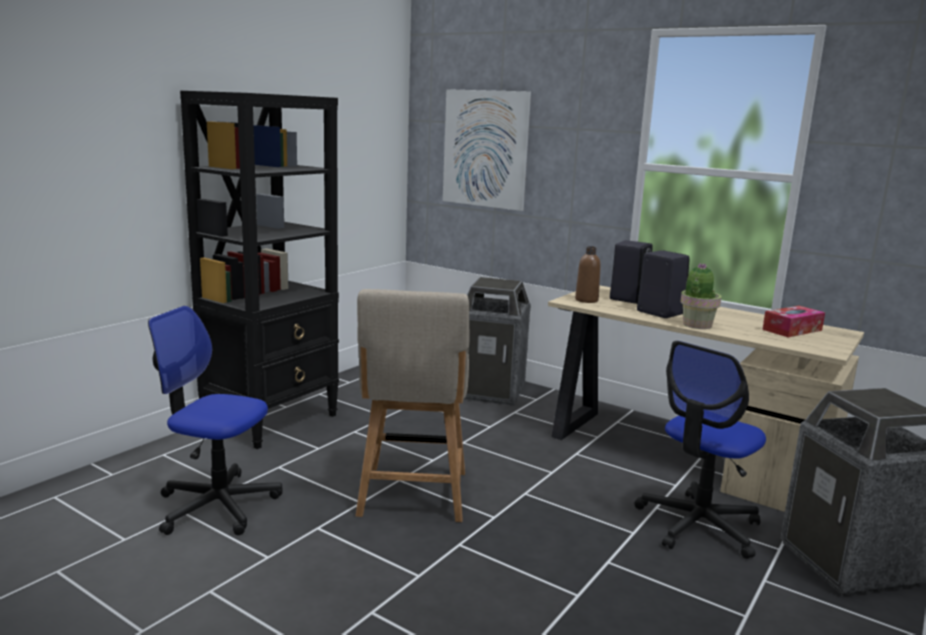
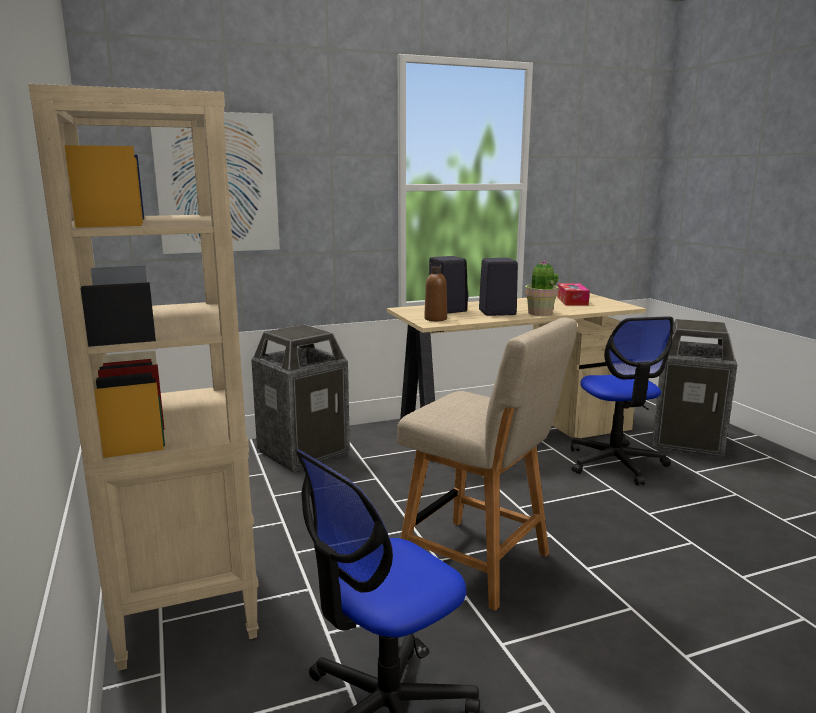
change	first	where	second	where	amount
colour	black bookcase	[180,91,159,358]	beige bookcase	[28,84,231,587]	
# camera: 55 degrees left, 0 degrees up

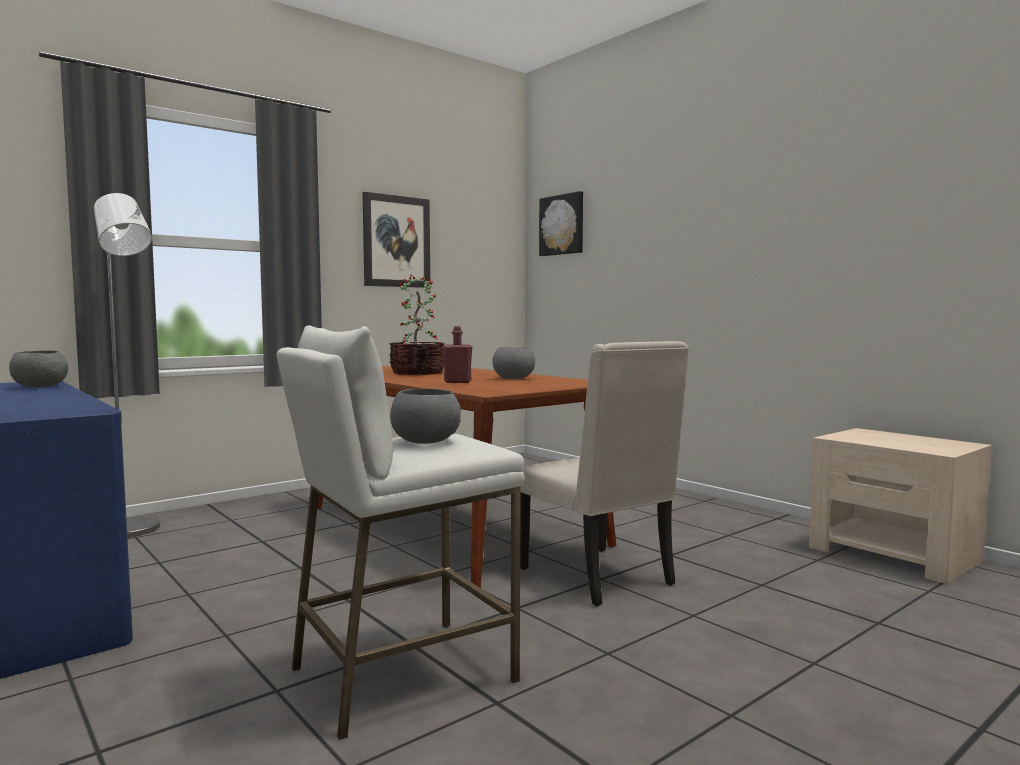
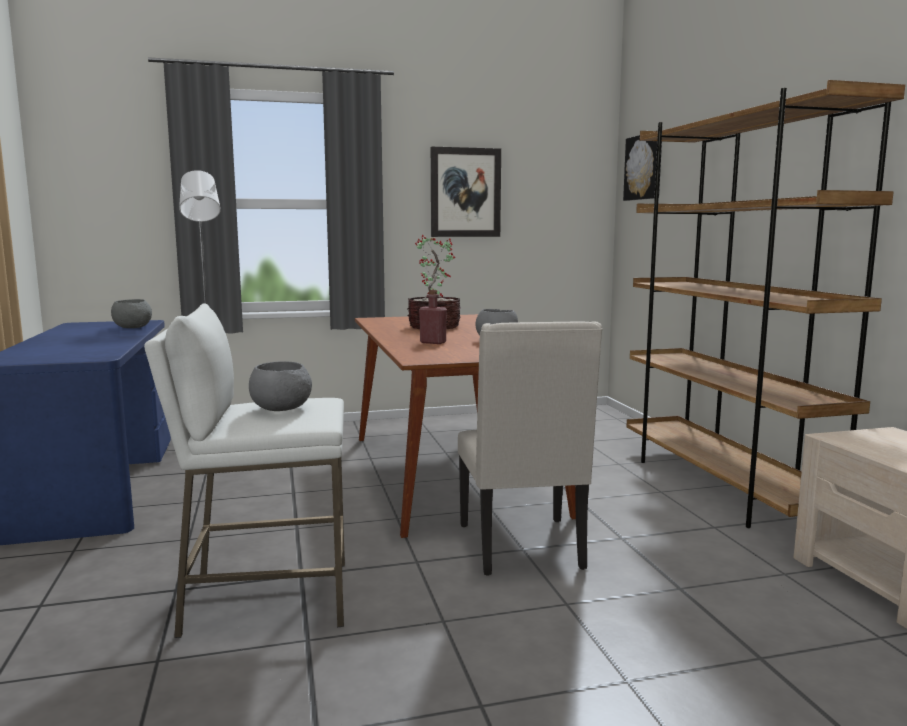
change	first	where	second	where	amount
appeared			brown bookcase	[626,80,279,448]	
# camera: 25 degrees right, 5 degrees up

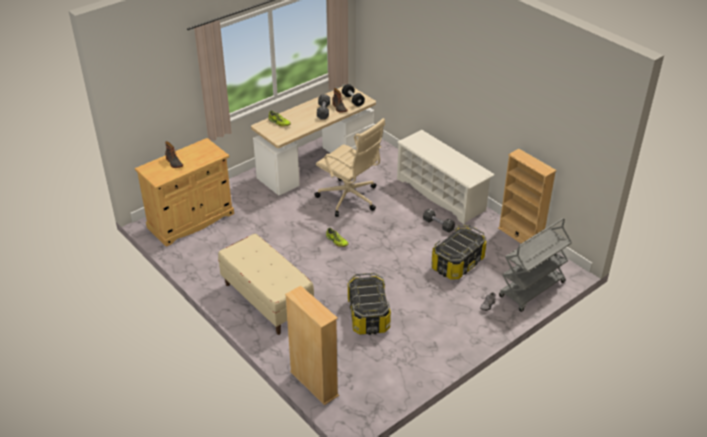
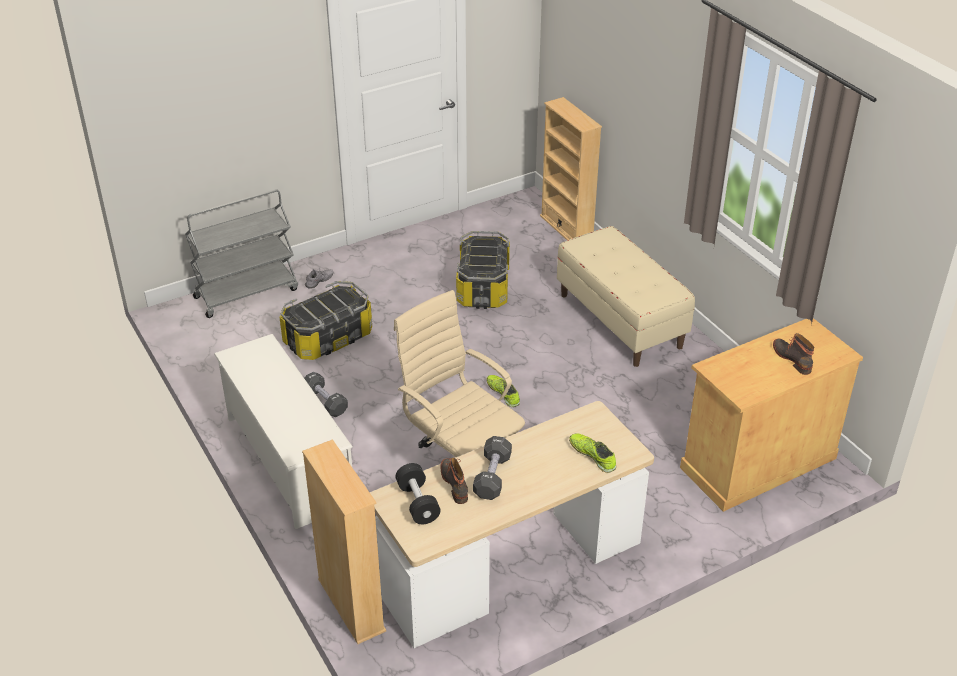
change	first	where	second	where	amount
relocated	beige bookcase	[498,149,59,94]		[302,439,84,205]	
# camera: 170 degrees left, 0 degrees up

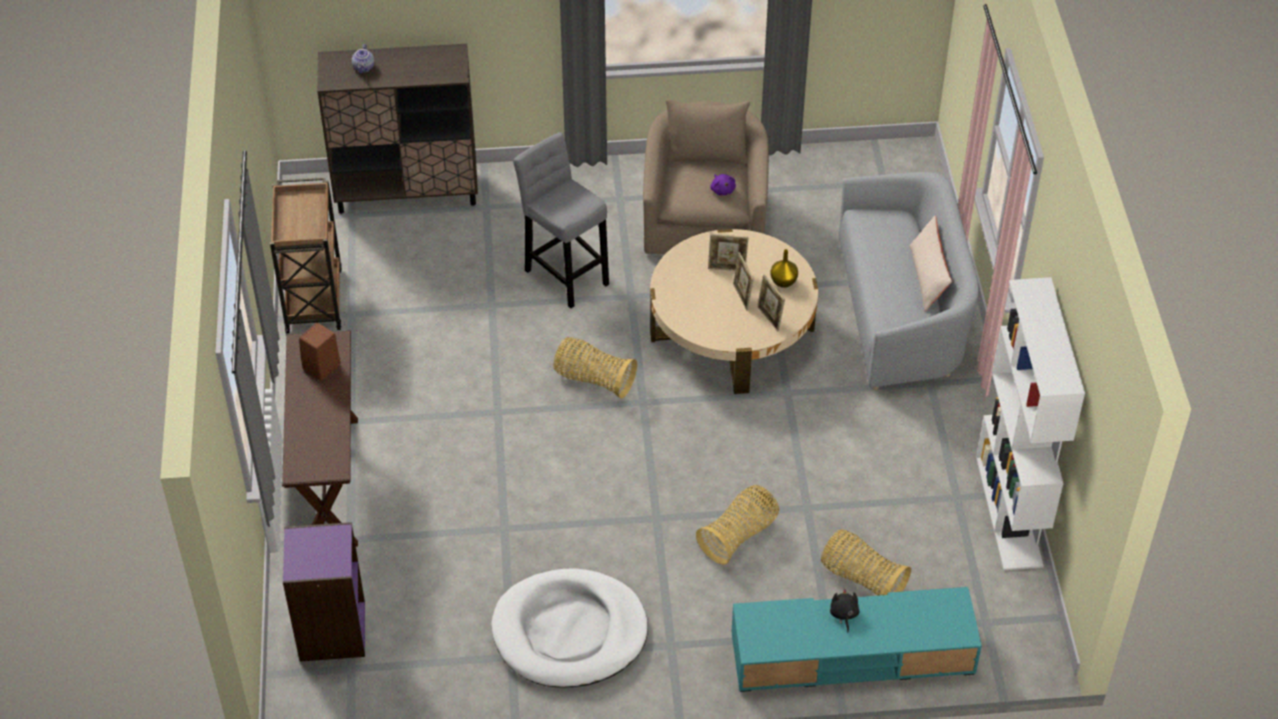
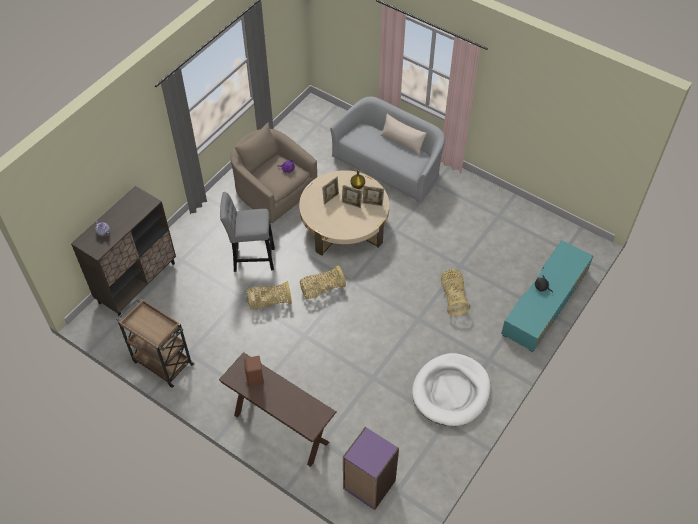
change	first	where	second	where	amount
missing	white bookcase	[976,277,109,293]			
relocated	basket	[821,529,90,67]		[247,281,45,29]	
# camera: 50 degrees left, 5 degrees up

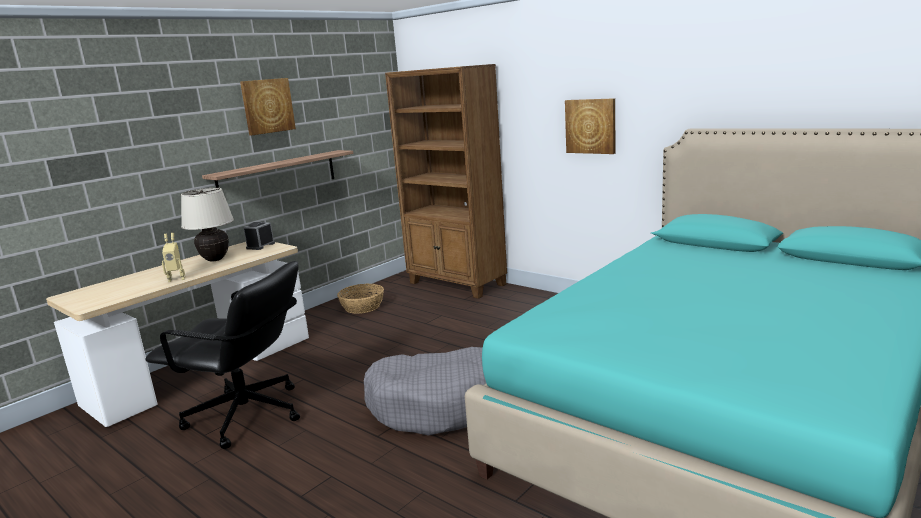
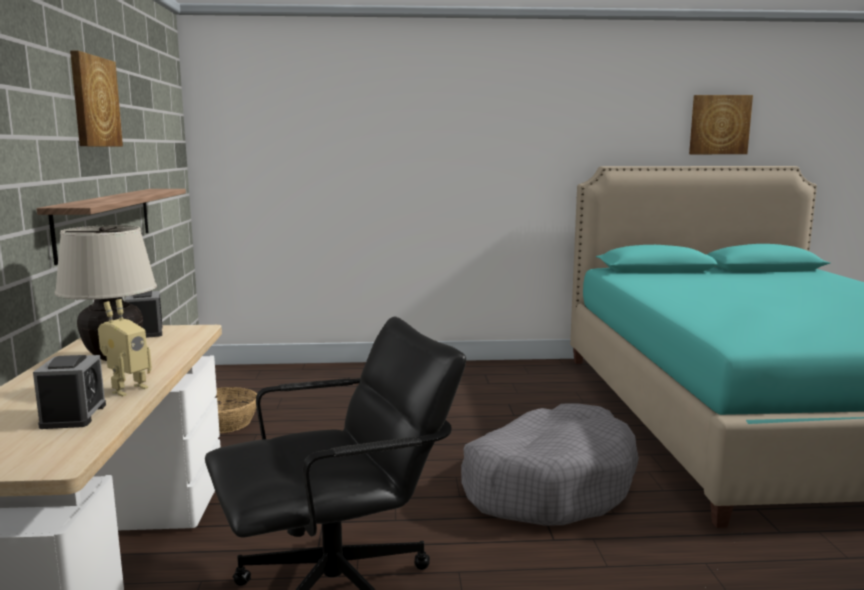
change	first	where	second	where	amount
missing	brown bookcase	[385,64,122,235]			
relocated	picture	[565,98,51,56]		[689,95,64,59]	
appeared			alarm clock	[33,355,73,74]	
# camera: 45 degrees left, 5 degrees down

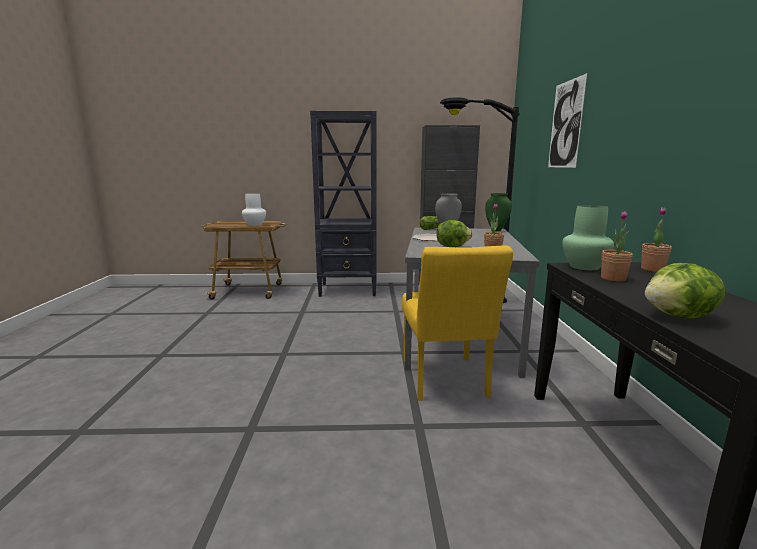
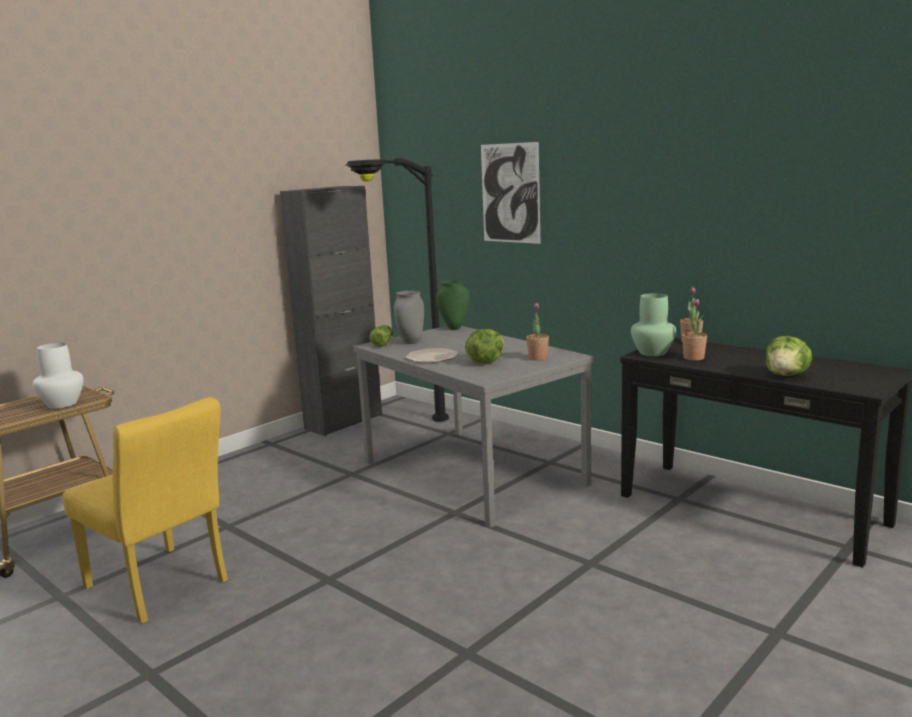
change	first	where	second	where	amount
missing	black bookcase	[310,111,67,186]			
relocated	yellow chair	[402,245,111,156]		[63,397,165,226]	
# camera: 45 degrees left, 0 degrees up

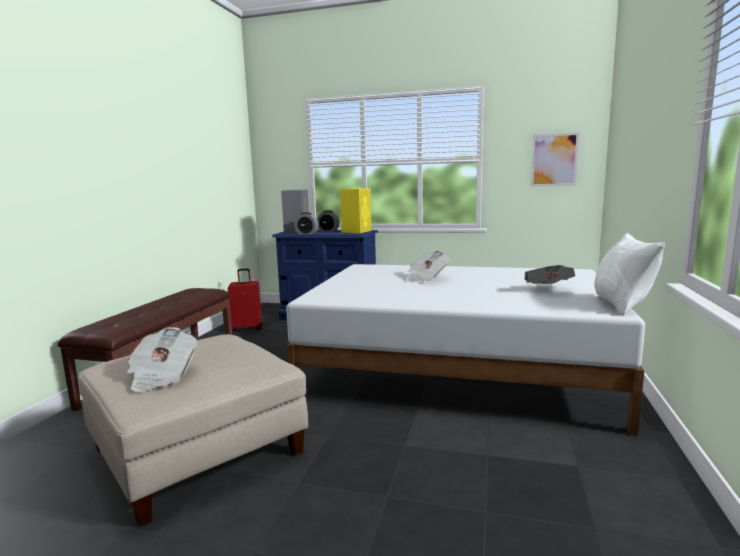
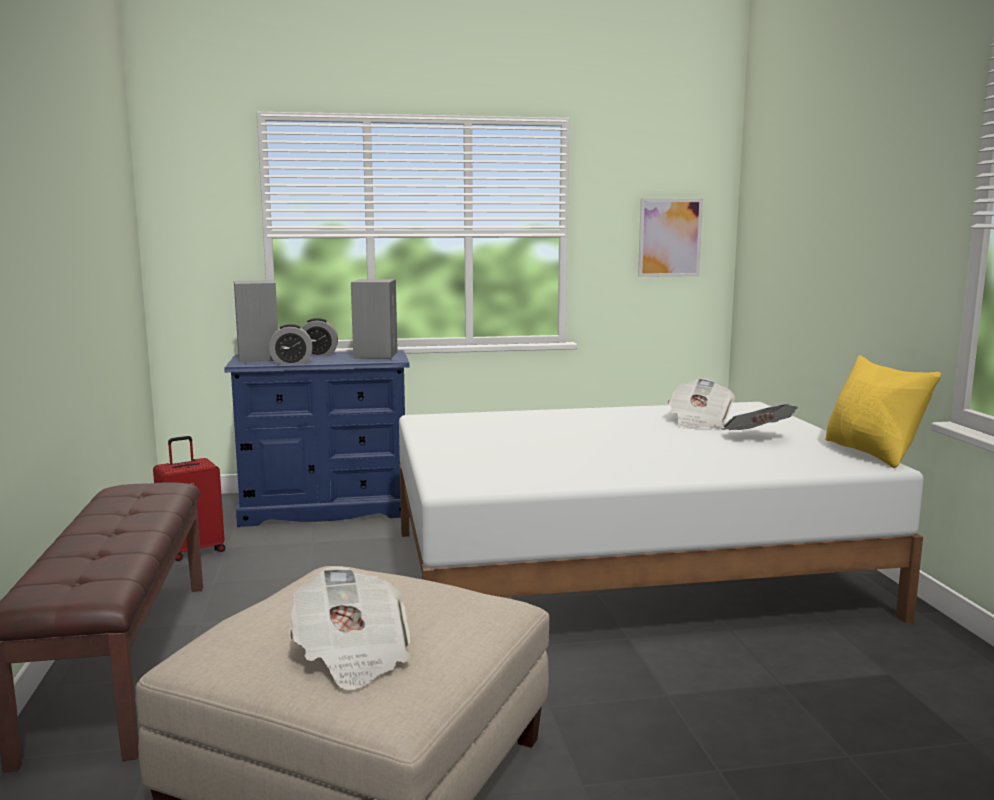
change	first	where	second	where	amount
colour	yellow speaker	[340,188,31,45]	grey speaker	[351,279,47,80]	
colour	white pillow	[594,232,71,83]	yellow pillow	[825,355,116,113]	
relocated	newspaper	[405,251,45,31]		[668,378,67,51]	
# camera: 25 degrees left, 0 degrees up

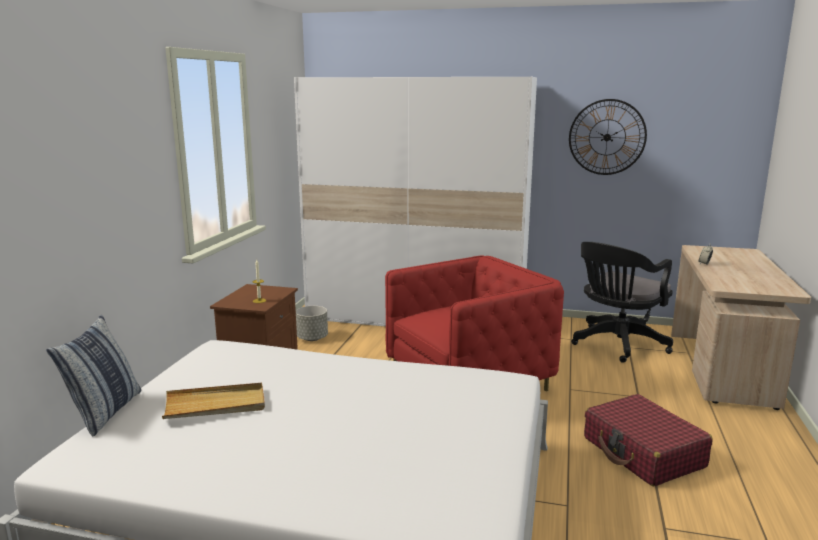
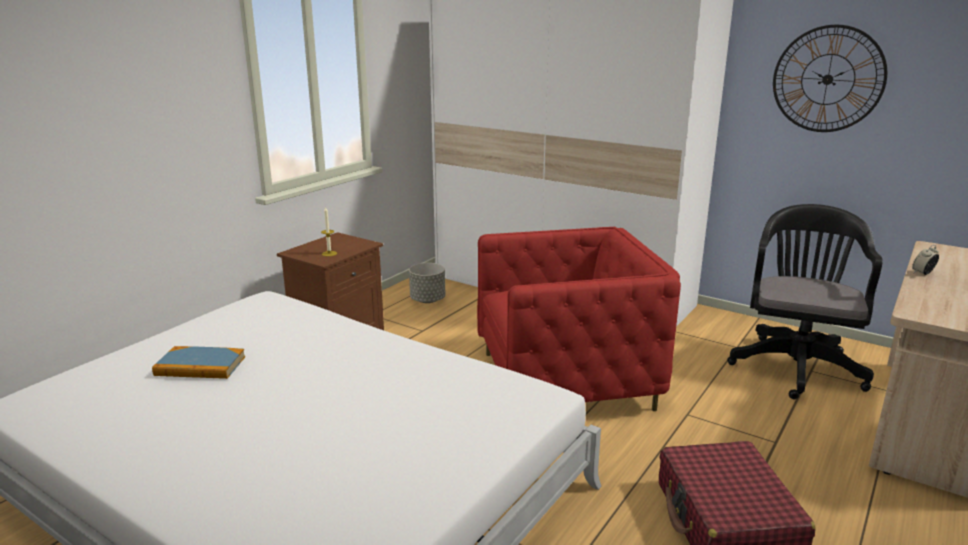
change	first	where	second	where	amount
spun	black office chair	[571,242,102,121]		[727,204,156,195]	135 degrees clockwise
missing	pillow	[46,315,95,121]			
exchanged	beige tray	[162,383,103,36]	book	[152,346,93,33]	
# camera: 20 degrees right, 5 degrees up

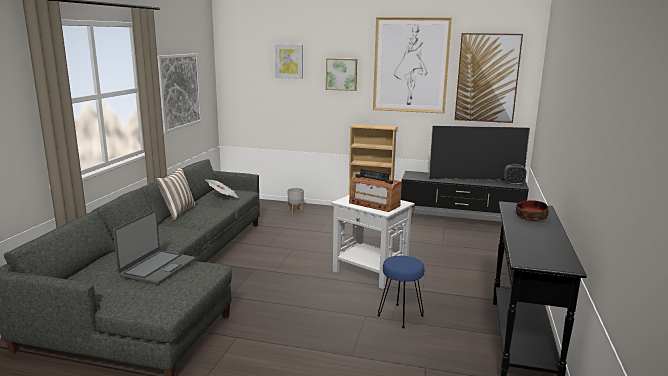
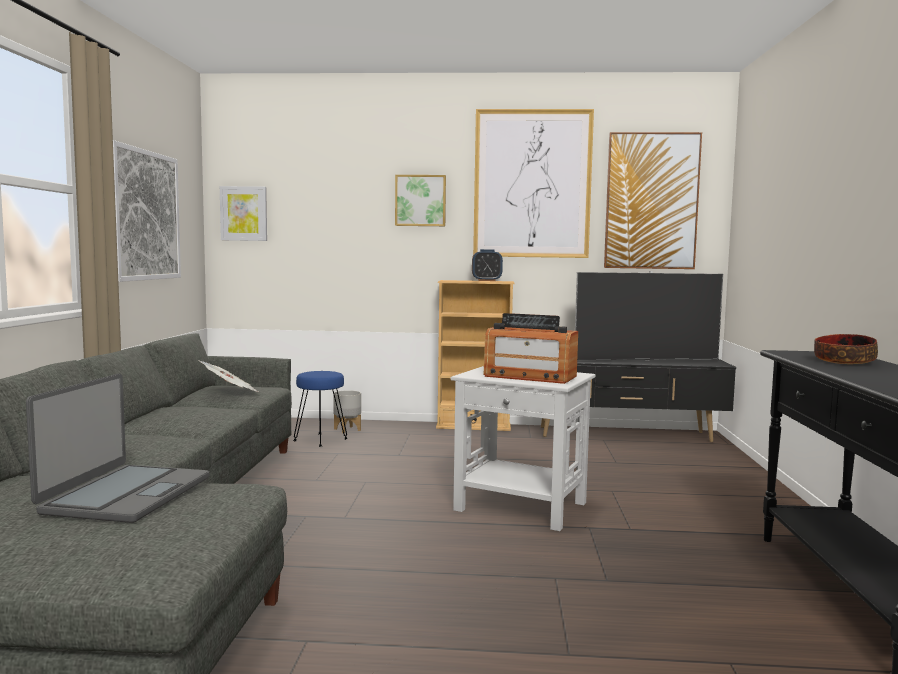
change	first	where	second	where	amount
relocated	picture	[275,44,28,35]		[220,186,47,55]	
relocated	alarm clock	[504,164,23,22]		[472,249,31,32]	
missing	pillow	[156,167,40,54]			
relocated	blue stool	[377,256,48,72]		[293,371,55,76]	
# camera: 10 degrees left, 10 degrees down

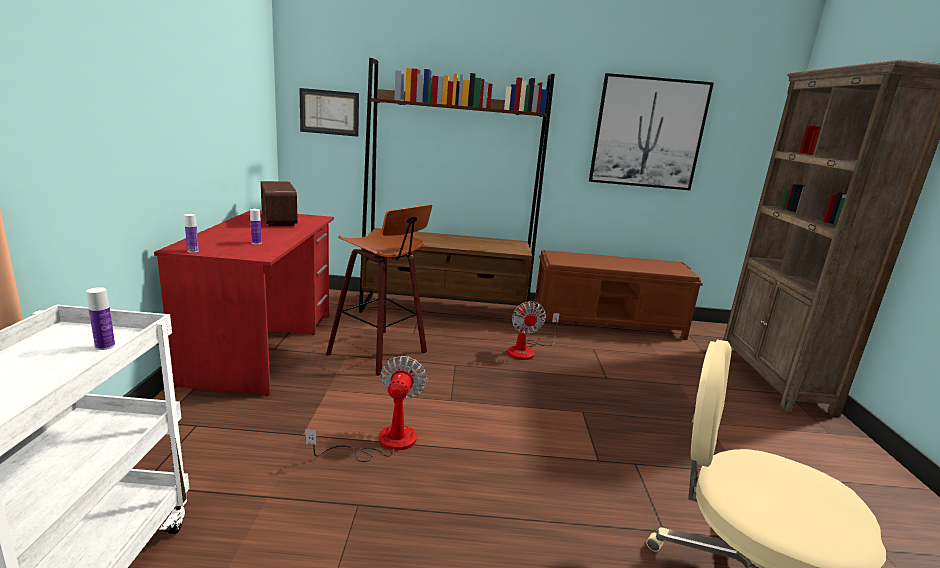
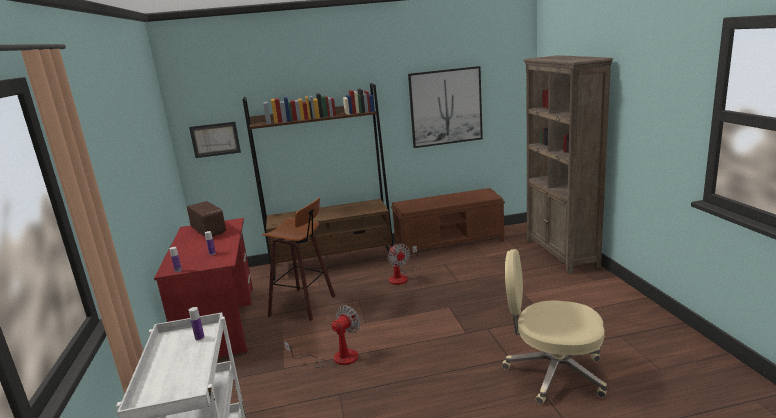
change	first	where	second	where	amount
spun	fan	[305,356,122,106]		[284,305,77,63]	45 degrees clockwise
# camera: 10 degrees left, 0 degrees up

